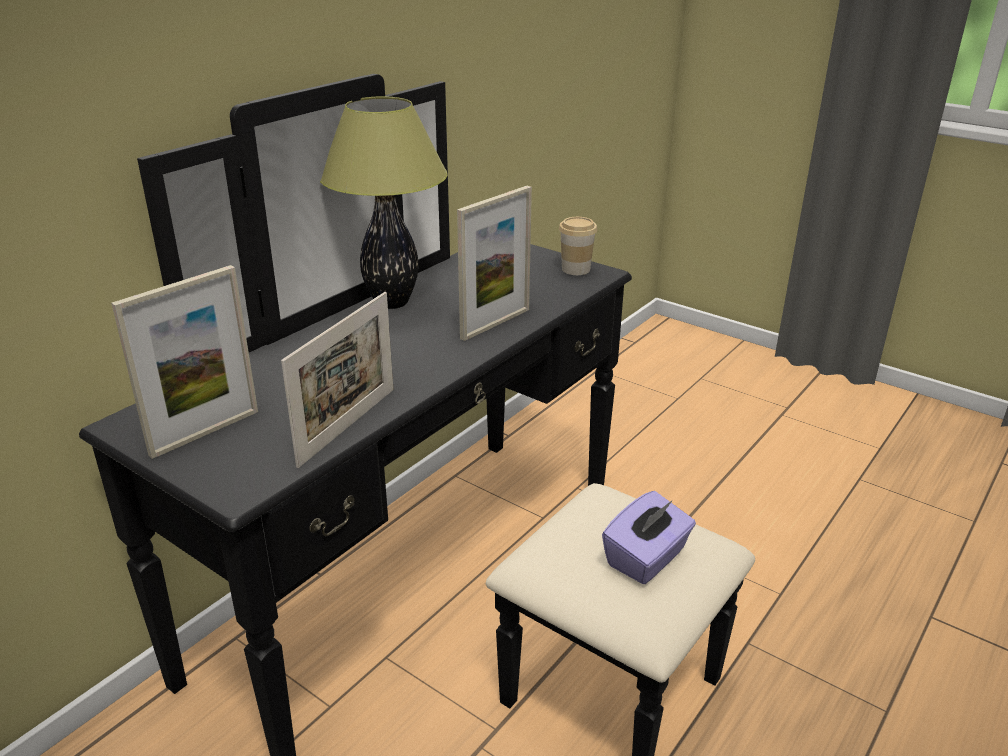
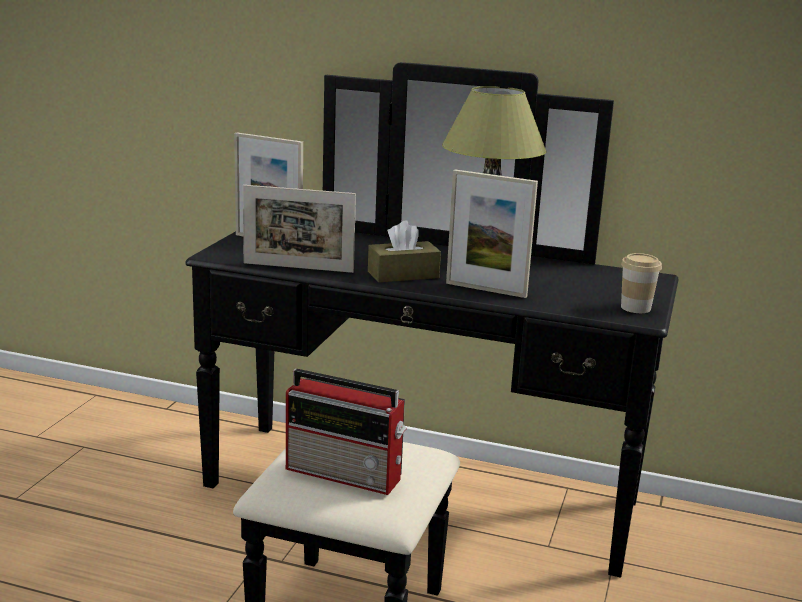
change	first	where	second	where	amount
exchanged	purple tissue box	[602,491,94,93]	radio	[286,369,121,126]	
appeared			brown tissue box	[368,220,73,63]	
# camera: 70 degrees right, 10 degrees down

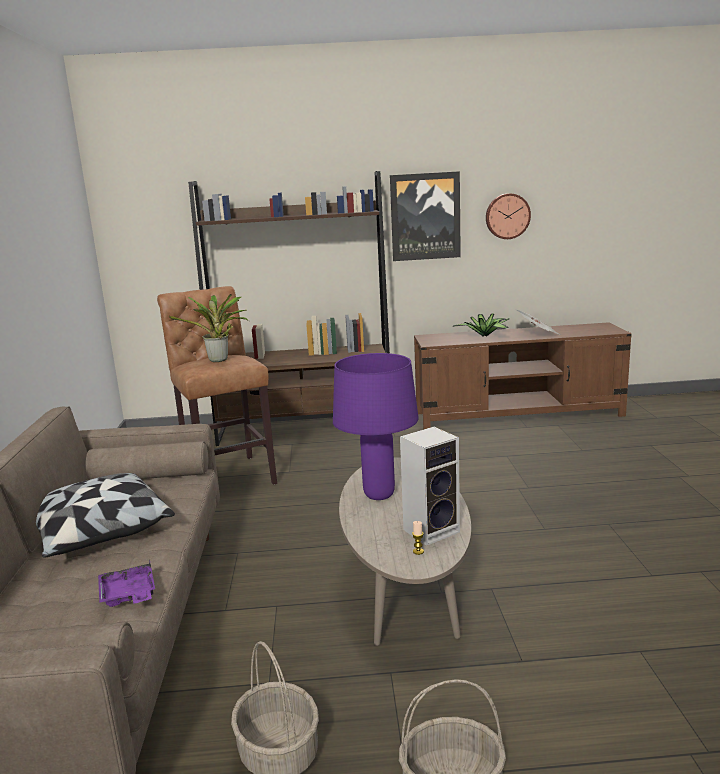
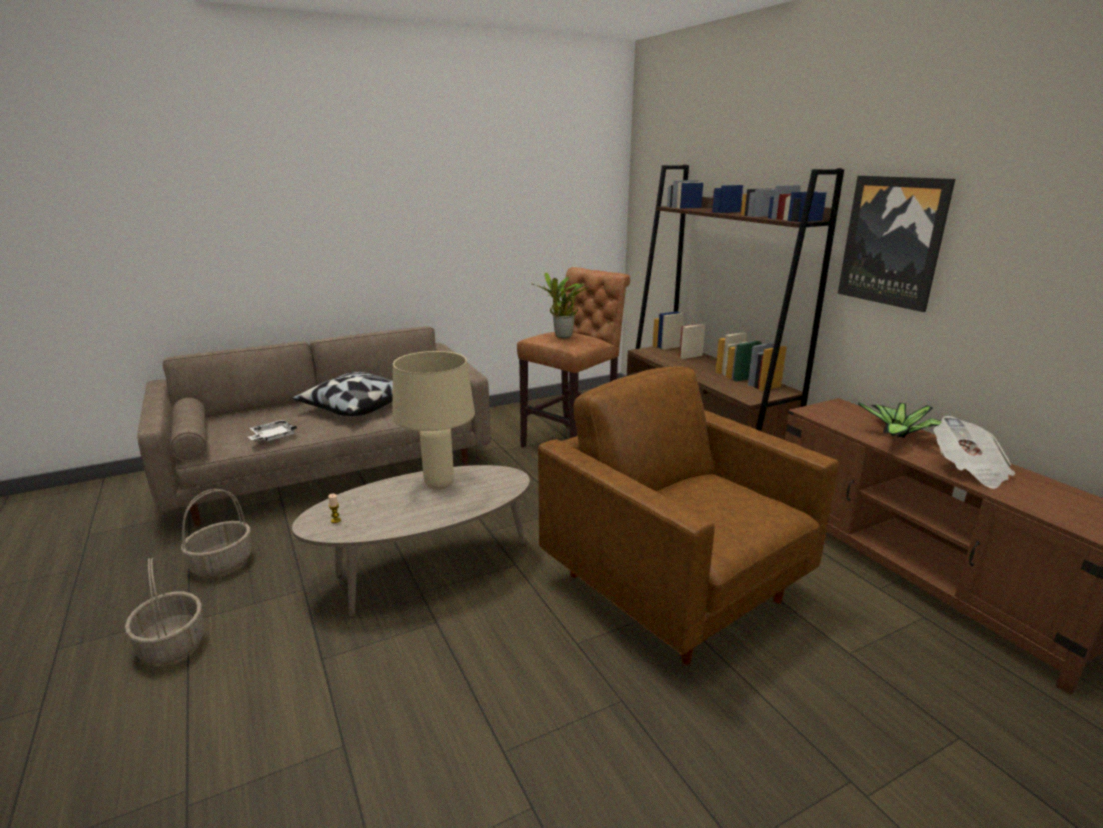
change	first	where	second	where	amount
missing	wall clock	[486,193,45,46]			
colour	purple table lamp	[333,353,86,147]	beige table lamp	[393,351,82,139]	
missing	speaker	[400,427,60,119]			
colour	purple tray	[98,560,57,47]	white tray	[248,420,49,21]	
appeared			brown armchair	[538,366,301,298]	
# camera: 65 degrees right, 5 degrees up

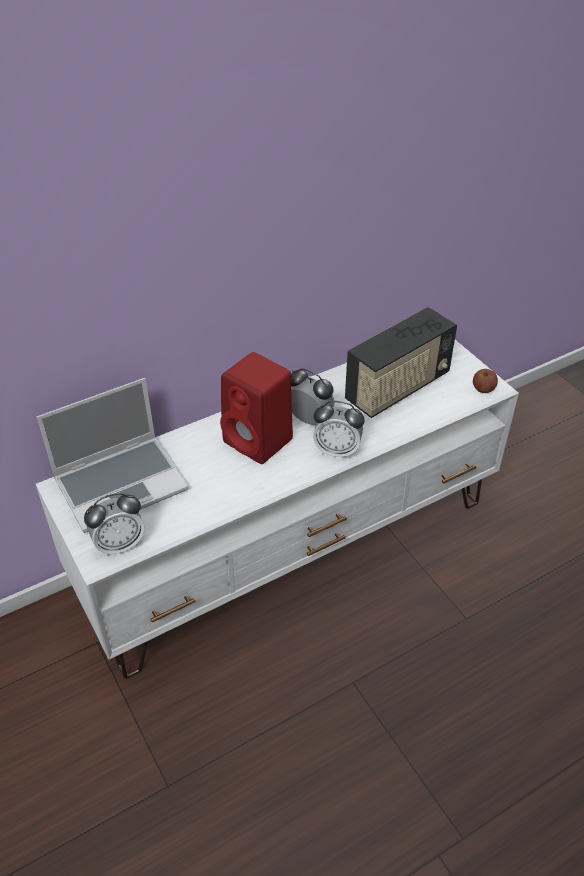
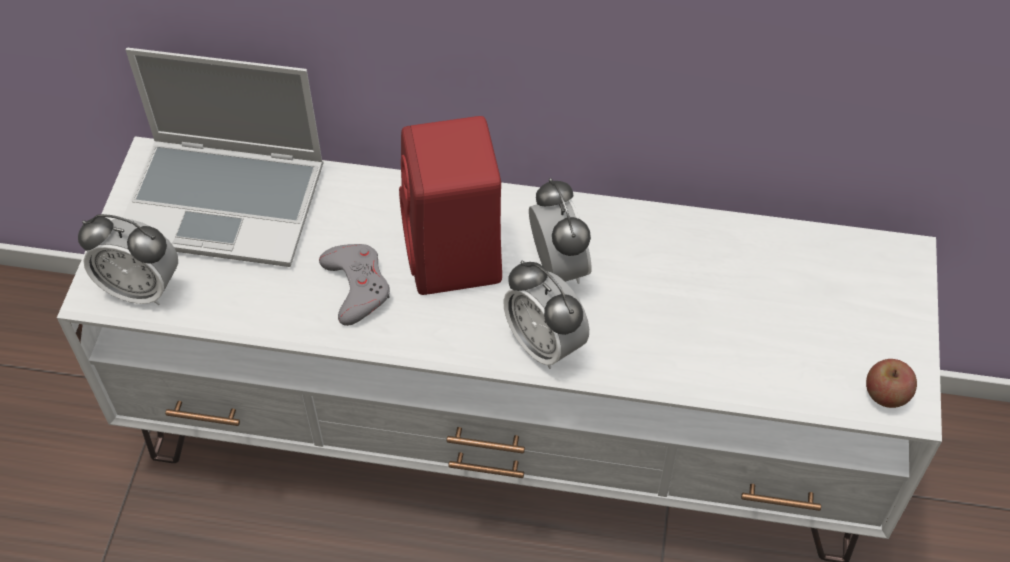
change	first	where	second	where	amount
missing	radio	[345,307,112,111]			
appeared			grey game controller	[319,244,71,82]	
# camera: 40 degrees right, 10 degrees up

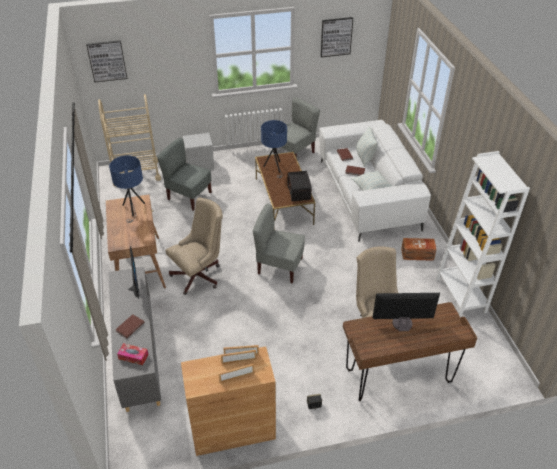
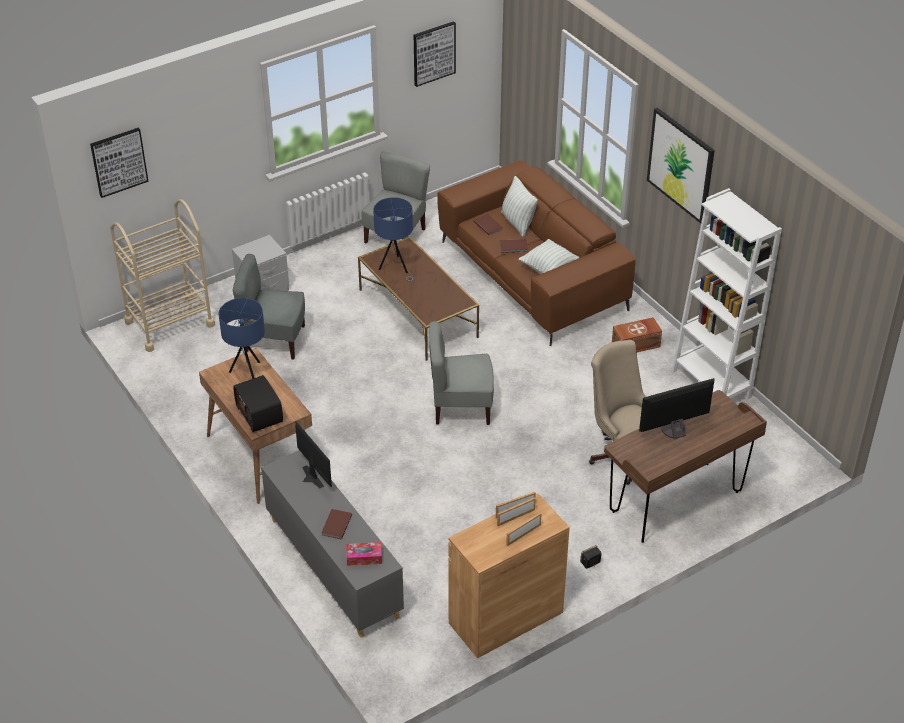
change	first	where	second	where	amount
colour	white sofa	[319,120,112,121]	brown sofa	[437,160,199,186]	
relocated	radio	[288,171,24,30]		[233,375,50,57]	
missing	beige office chair	[166,198,57,97]			
appeared			picture	[647,108,68,115]	
# camera: 20 degrees left, 0 degrees up

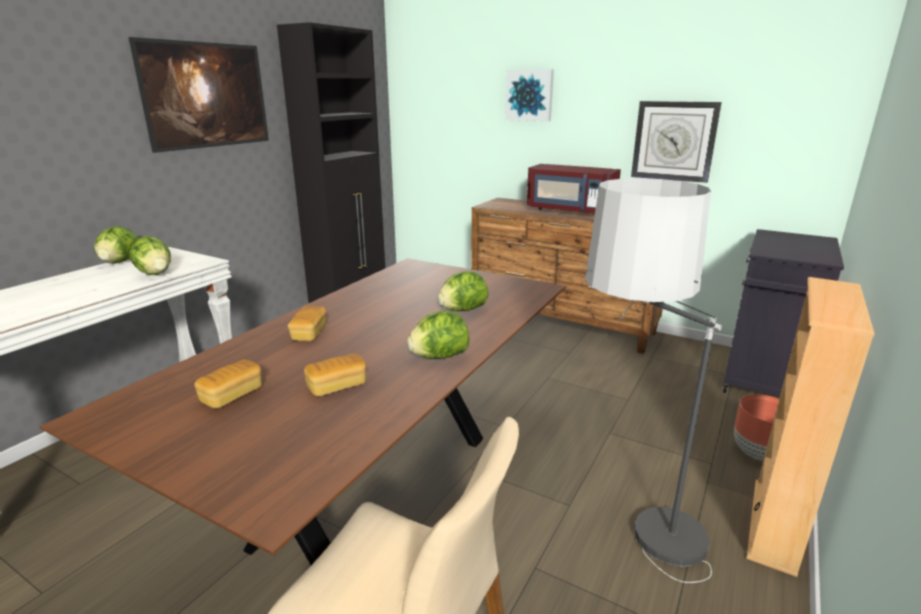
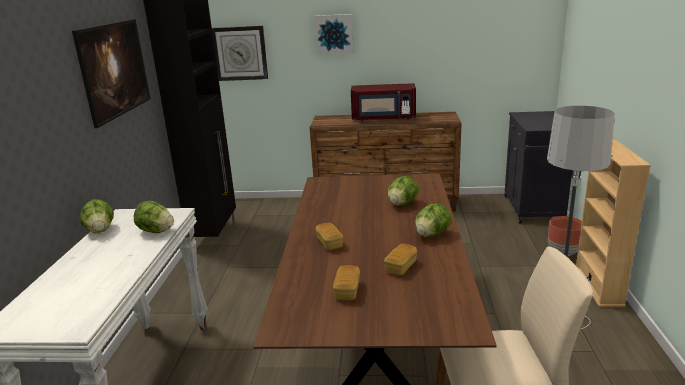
change	first	where	second	where	amount
relocated	wall clock	[631,101,91,82]		[212,26,56,55]	
# camera: 25 degrees left, 0 degrees up

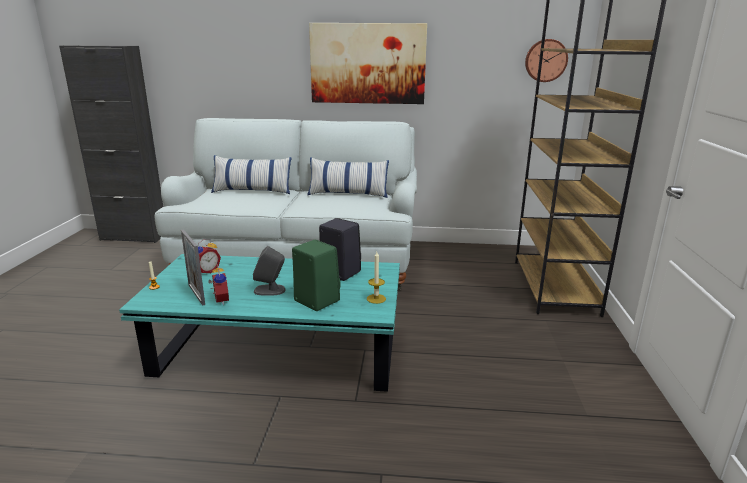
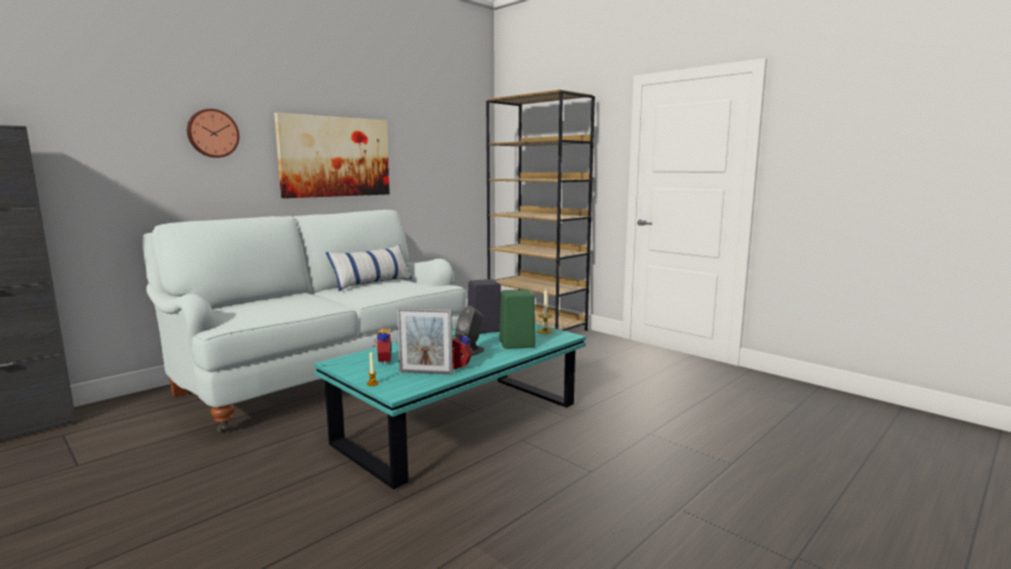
change	first	where	second	where	amount
relocated	wall clock	[525,39,43,43]		[187,109,53,49]	
missing	pillow	[211,155,81,39]			
# camera: 50 degrees left, 10 degrees down

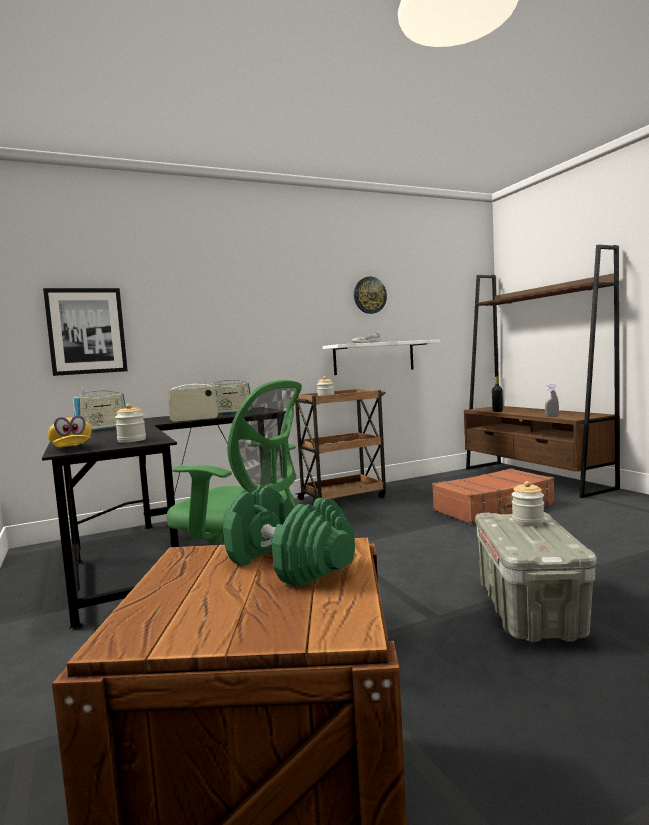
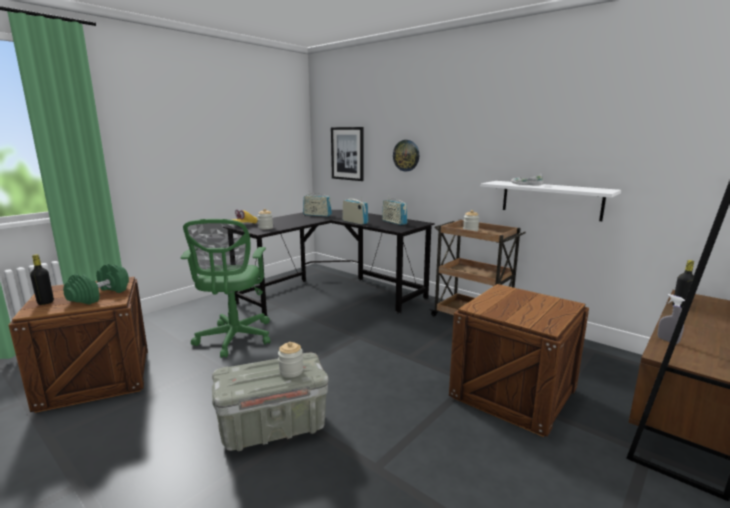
change	first	where	second	where	amount
relocated	wall clock	[354,277,33,37]		[393,140,26,31]	
exchanged	brown suitcase	[432,468,123,56]	crate	[449,284,140,153]	
appeared			black bottle	[30,254,24,51]	
# camera: 65 degrees right, 10 degrees up

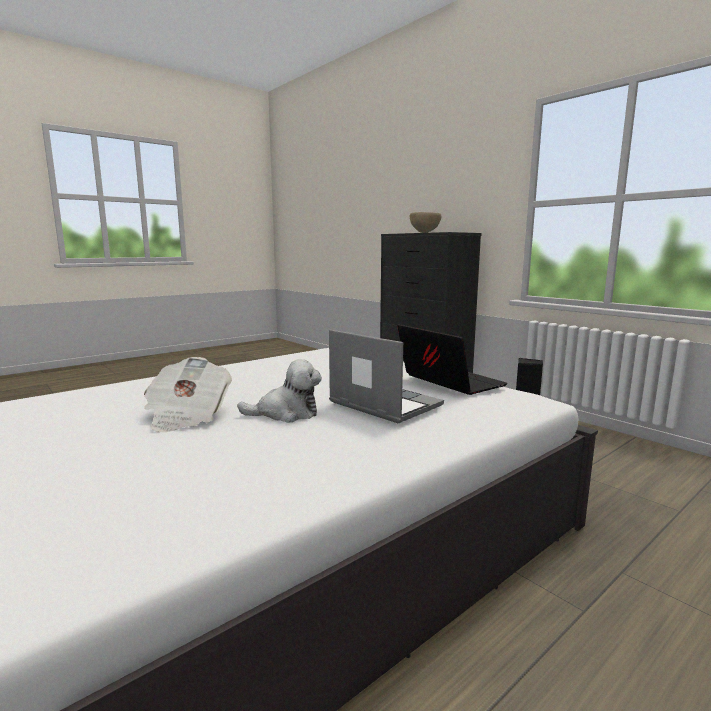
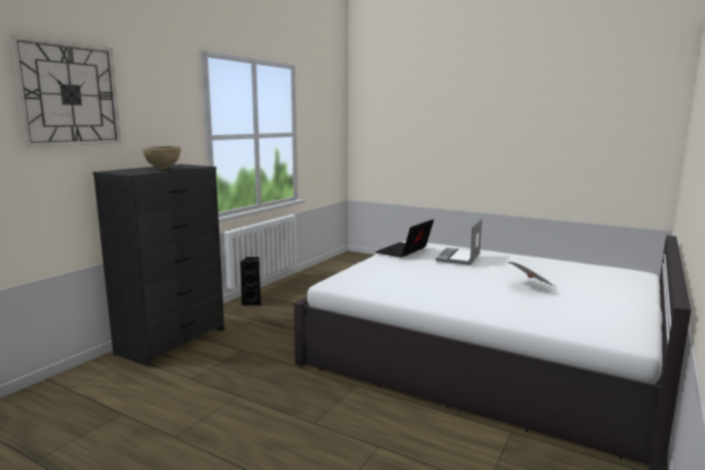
change	first	where	second	where	amount
missing	plush toy	[237,359,85,64]			
appeared			wall clock	[10,35,111,112]	
# camera: 110 degrees left, 0 degrees up

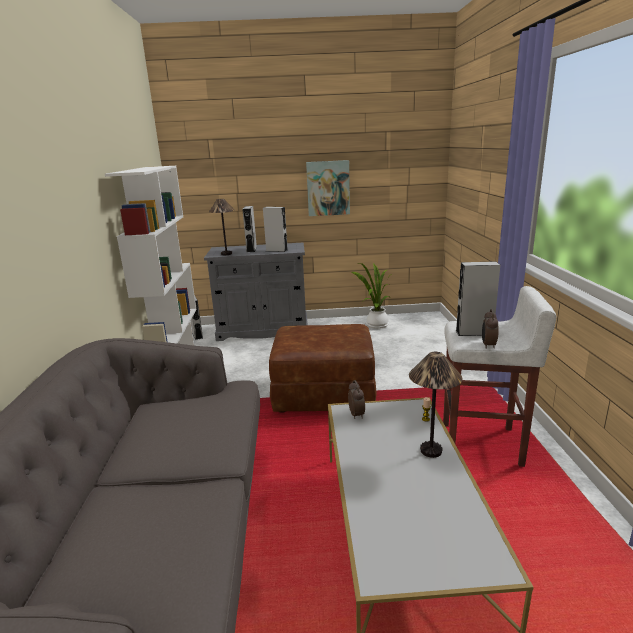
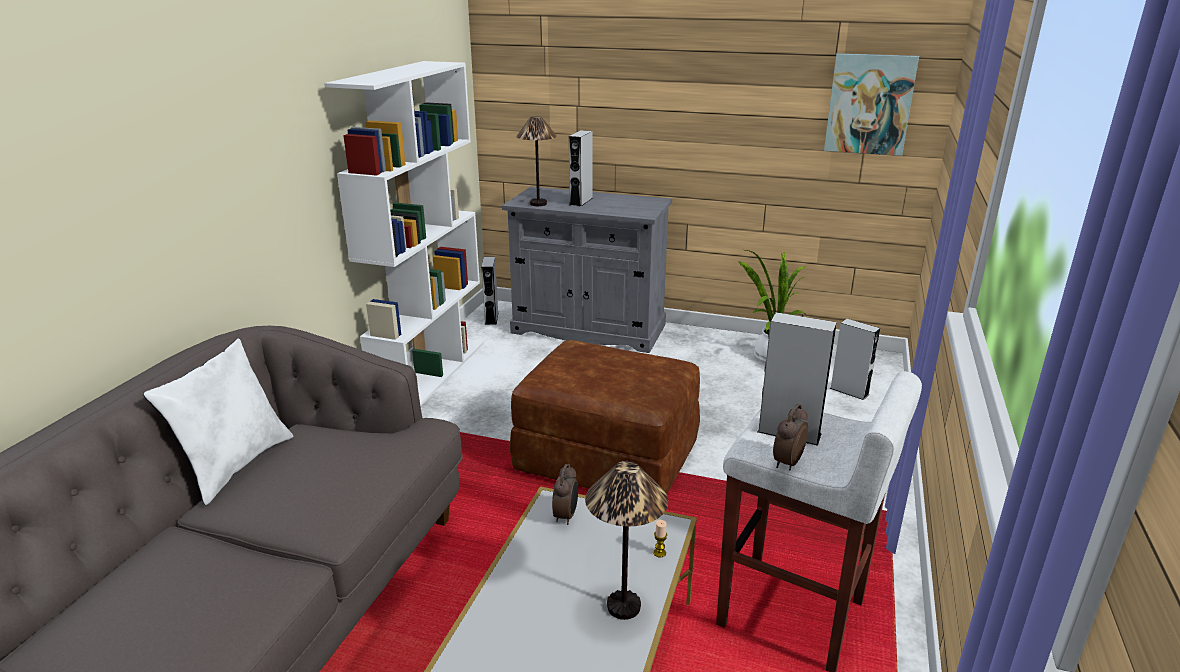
change	first	where	second	where	amount
relocated	picture	[306,160,44,56]		[824,53,95,103]	
relocated	grey speaker	[263,207,25,45]		[830,319,50,81]	
appeared			white pillow	[143,338,150,167]	
# camera: 20 degrees right, 5 degrees up

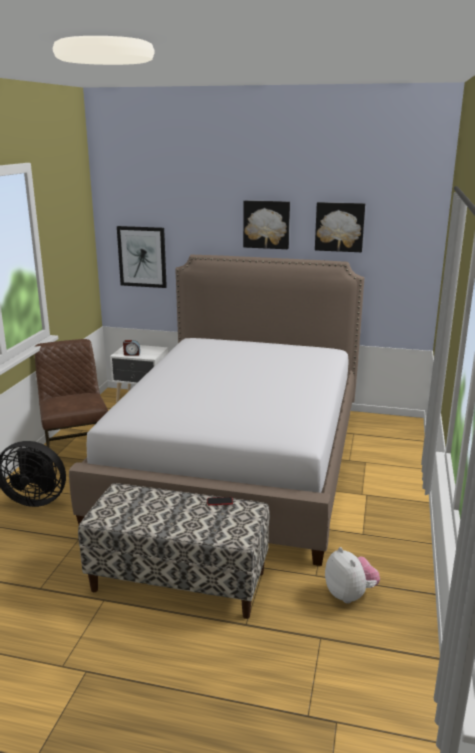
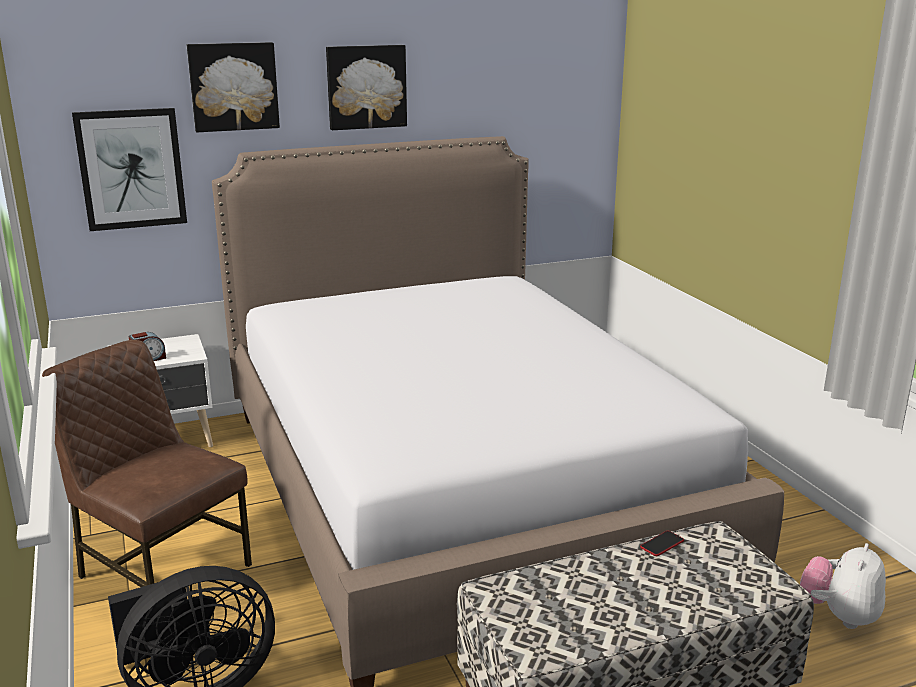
change	first	where	second	where	amount
relocated	picture	[315,202,50,50]		[187,42,93,90]	
spun	plush toy	[325,547,55,57]		[800,543,86,86]	90 degrees counterclockwise
# camera: 35 degrees left, 0 degrees up

